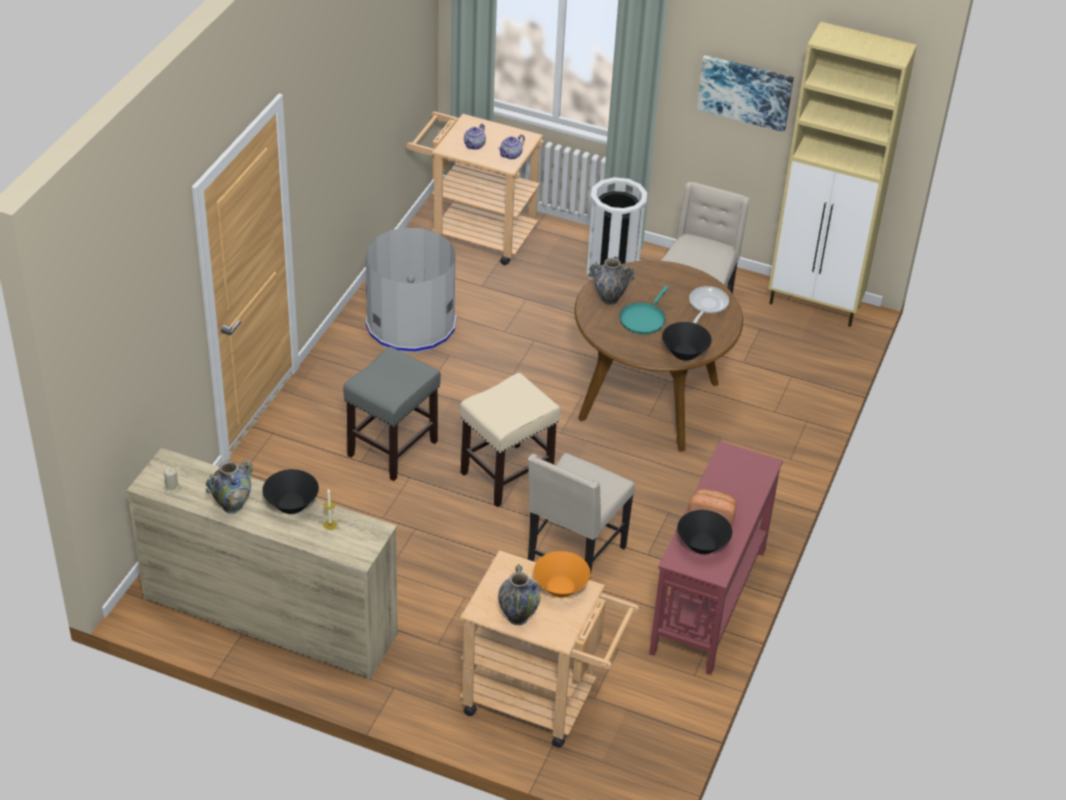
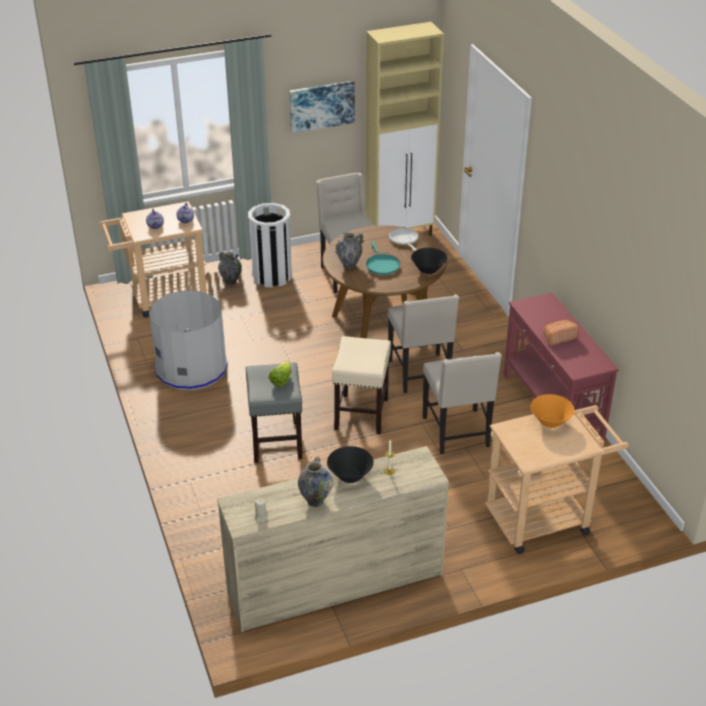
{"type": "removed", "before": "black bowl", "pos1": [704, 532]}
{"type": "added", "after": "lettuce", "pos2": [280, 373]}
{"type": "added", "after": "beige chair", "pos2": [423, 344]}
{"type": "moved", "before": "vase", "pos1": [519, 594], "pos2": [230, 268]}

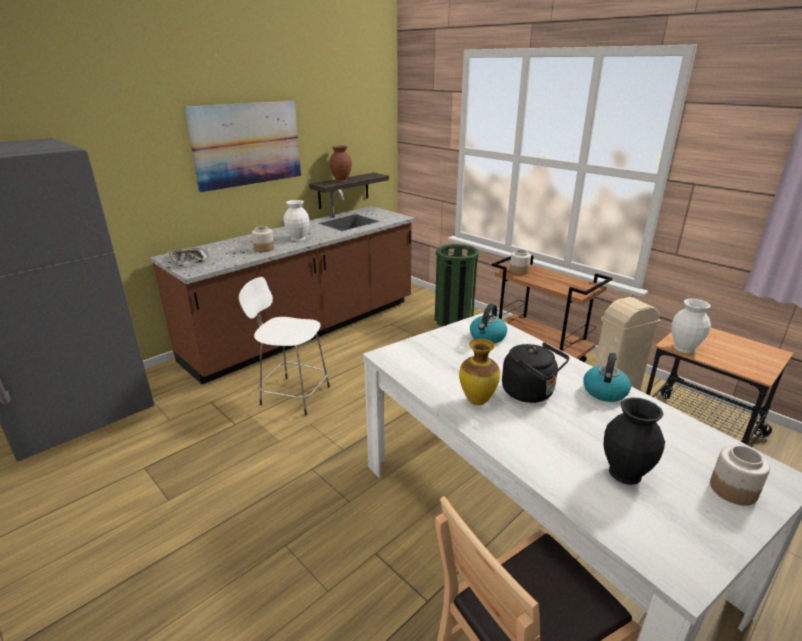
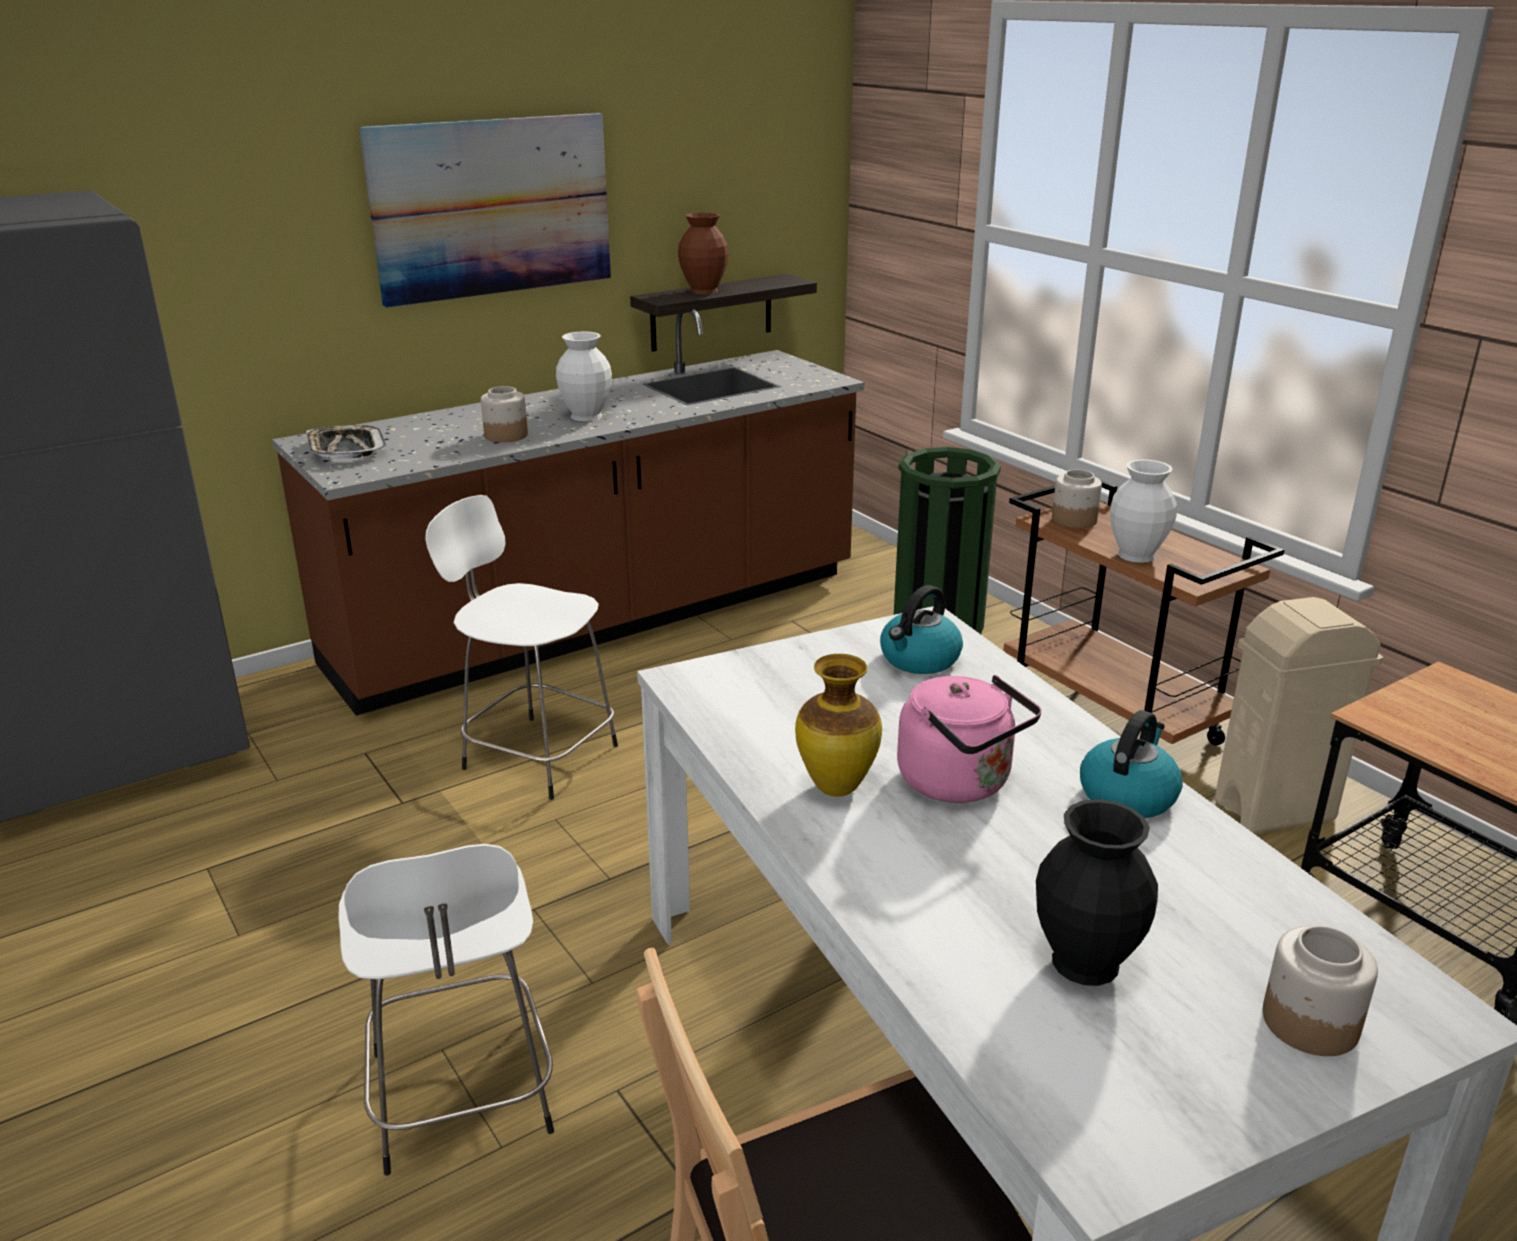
{"type": "added", "after": "white stool", "pos2": [446, 1010]}
{"type": "moved", "before": "white vase", "pos1": [691, 326], "pos2": [1143, 511]}
{"type": "recoloured", "before": "black kettle", "after": "pink kettle", "pos1": [535, 372], "pos2": [969, 739]}

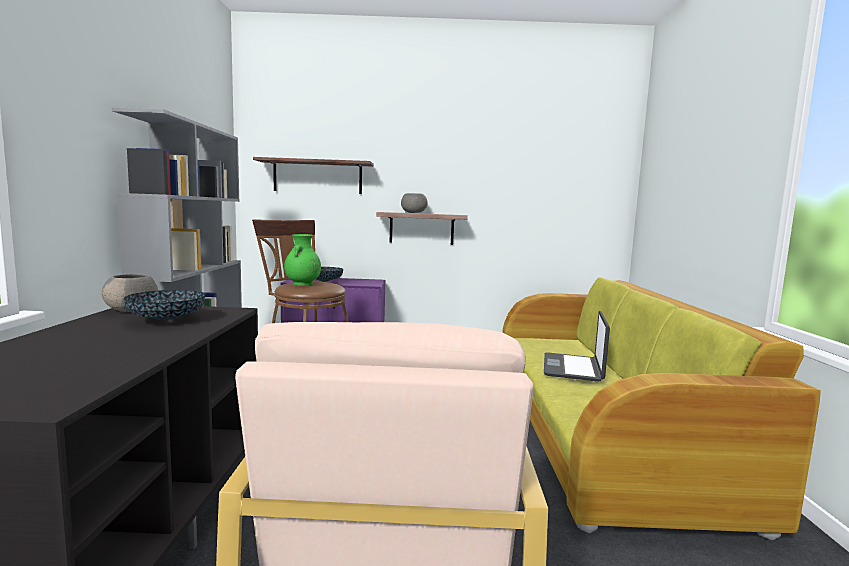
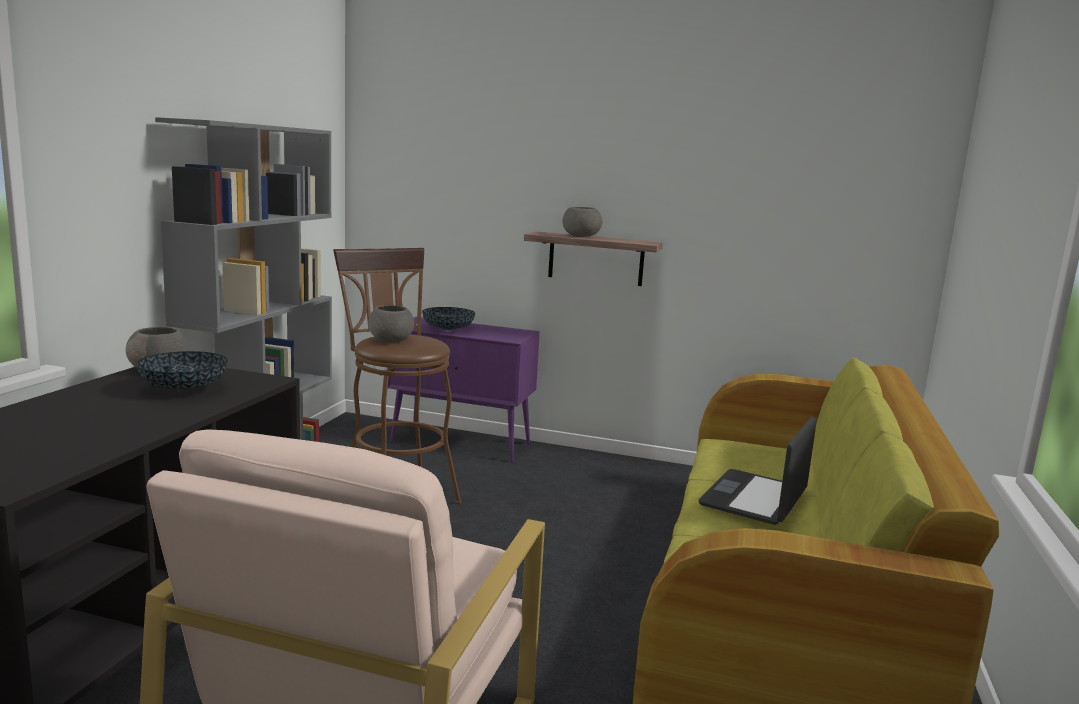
{"type": "removed", "before": "shelf", "pos1": [313, 175]}
{"type": "replaced", "before": "green vase", "after": "grey bowl", "pos1": [302, 260], "pos2": [391, 323]}

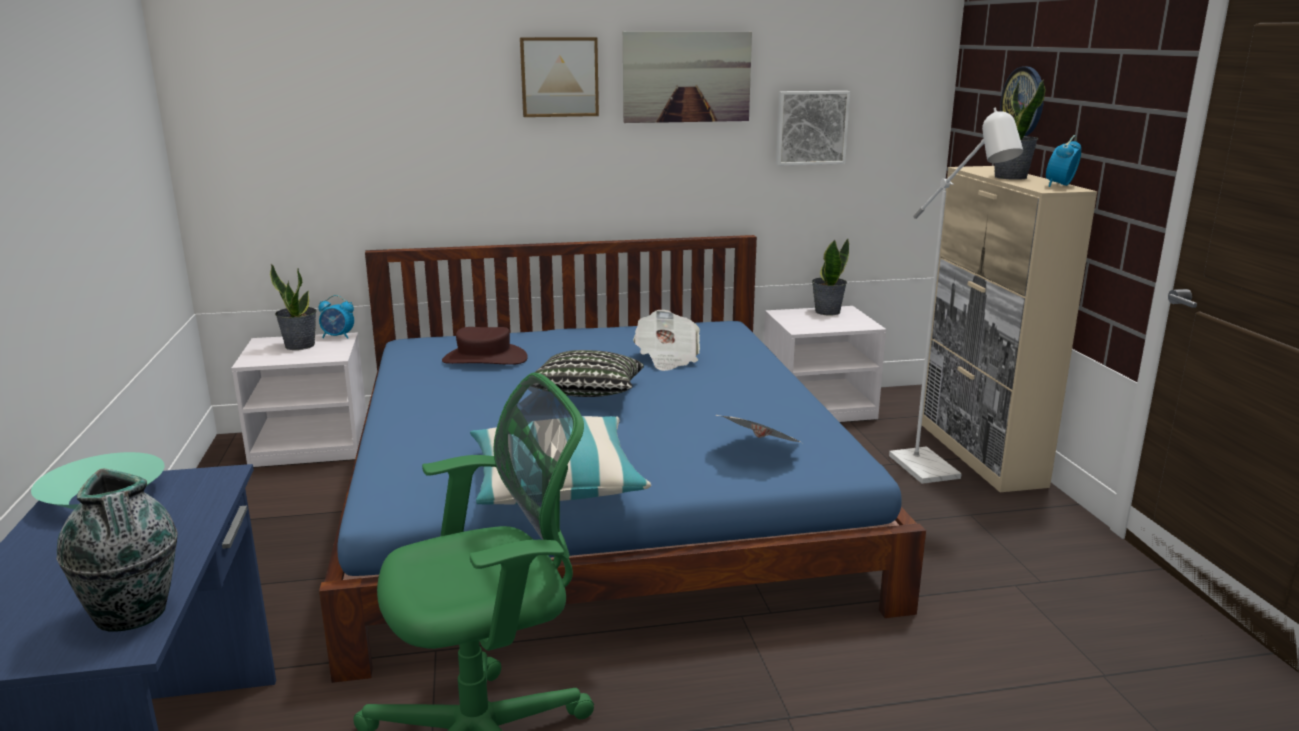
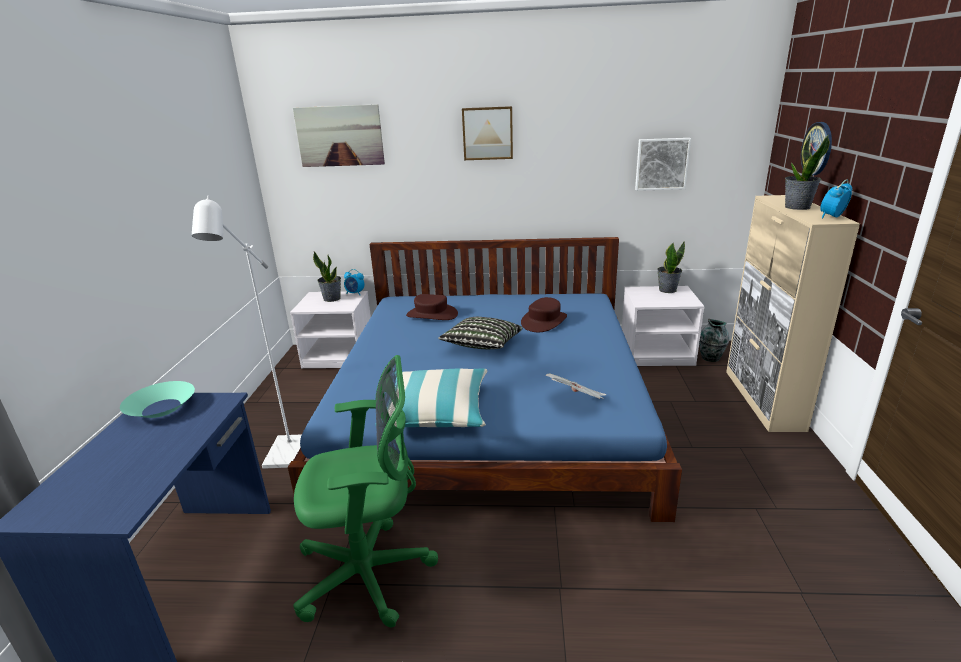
{"type": "moved", "before": "vase", "pos1": [117, 550], "pos2": [714, 340]}
{"type": "moved", "before": "picture", "pos1": [687, 77], "pos2": [339, 135]}
{"type": "moved", "before": "white floor lamp", "pos1": [956, 296], "pos2": [247, 332]}
{"type": "replaced", "before": "newspaper", "after": "brown hat", "pos1": [666, 340], "pos2": [544, 314]}

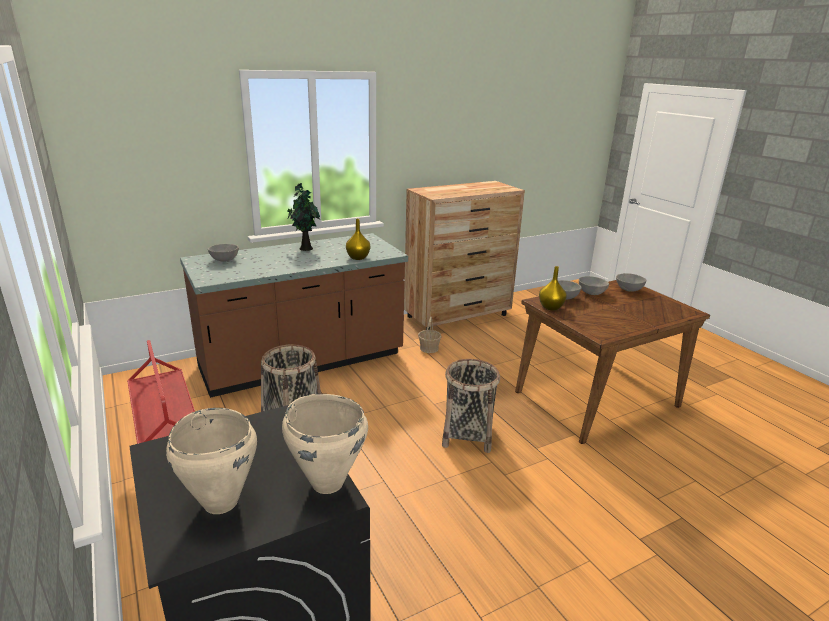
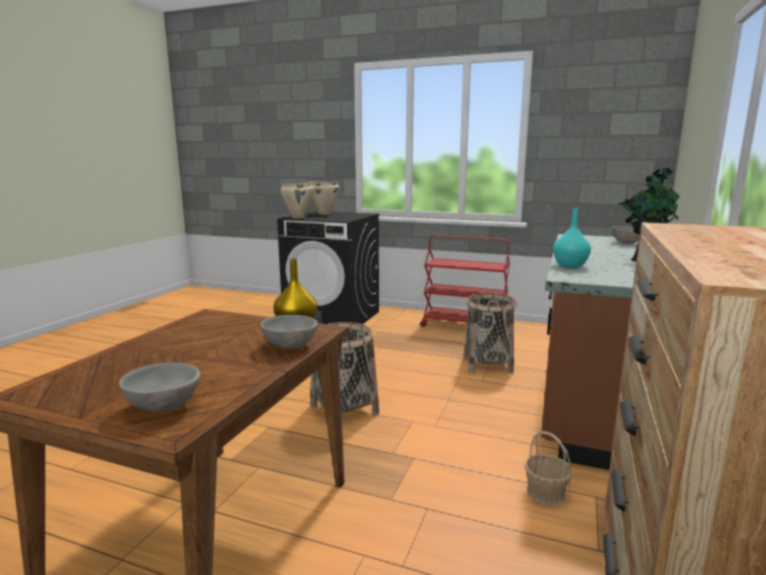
{"type": "removed", "before": "grey bowl", "pos1": [594, 285]}
{"type": "recoloured", "before": "yellow vase", "after": "turquoise vase", "pos1": [358, 239], "pos2": [572, 238]}

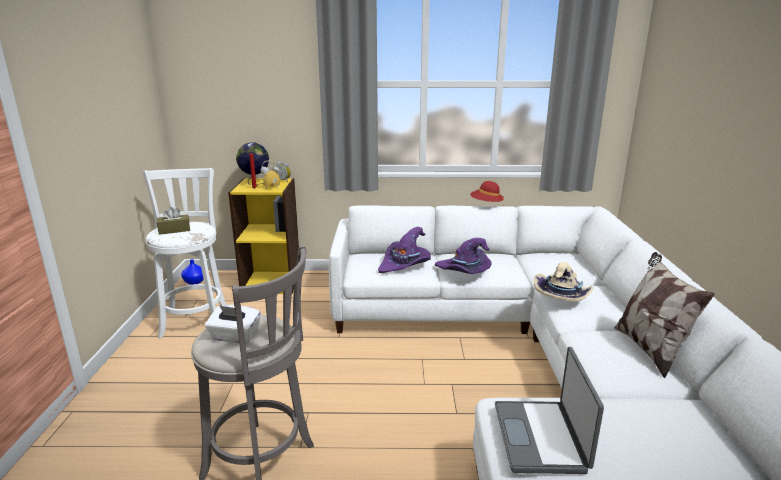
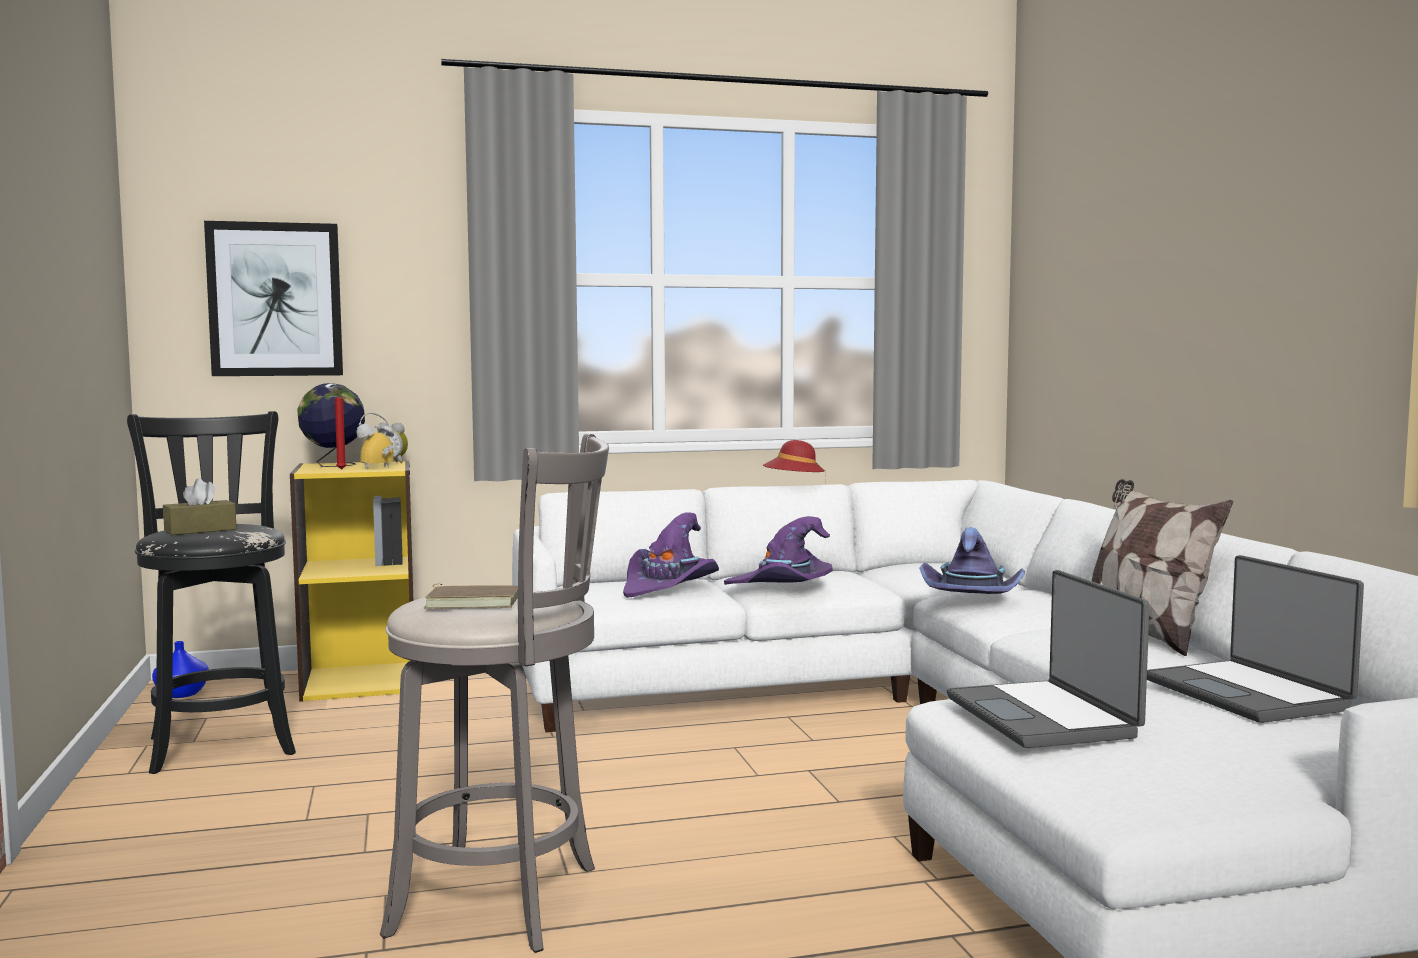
{"type": "added", "after": "picture", "pos2": [273, 298]}
{"type": "added", "after": "laptop", "pos2": [1255, 639]}
{"type": "replaced", "before": "white tissue box", "after": "brown book", "pos1": [233, 324], "pos2": [471, 596]}
{"type": "recoloured", "before": "white stool", "after": "black stool", "pos1": [184, 253], "pos2": [211, 592]}
{"type": "recoloured", "before": "beige hat", "after": "purple hat", "pos1": [563, 282], "pos2": [972, 560]}

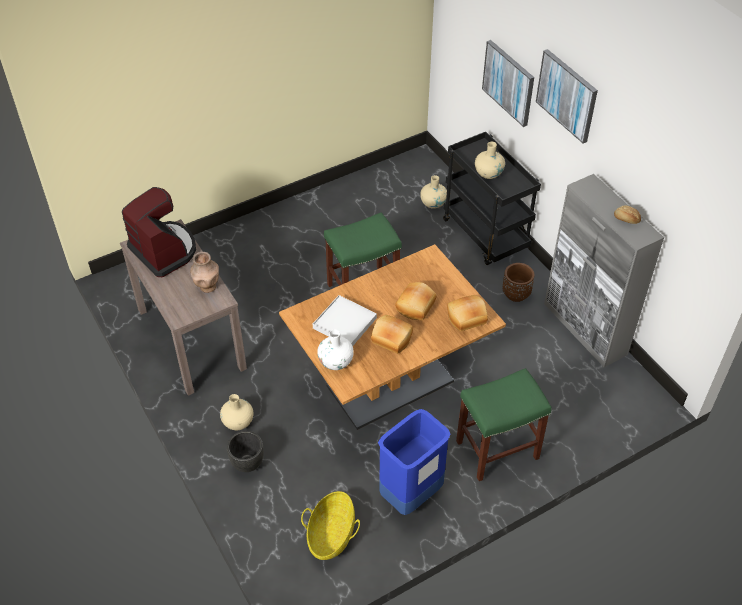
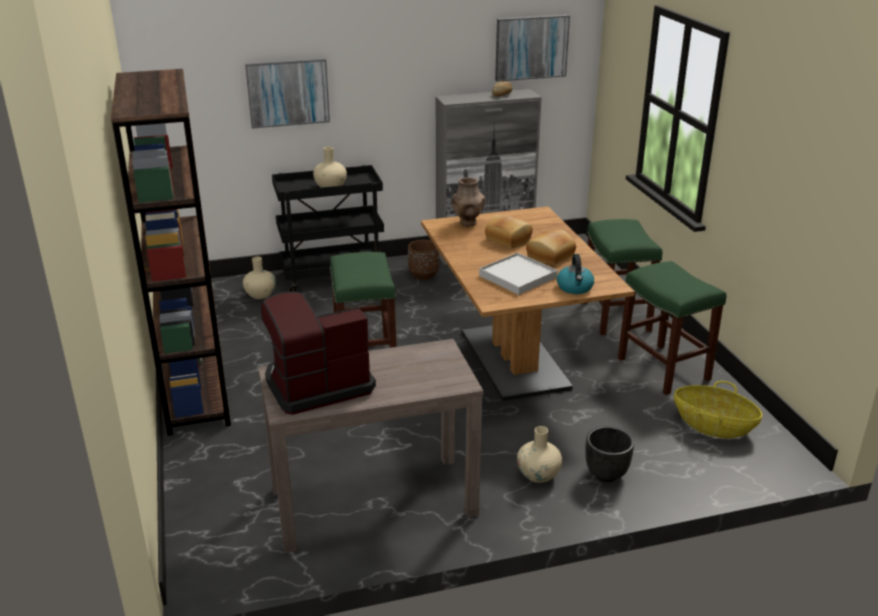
{"type": "removed", "before": "bread", "pos1": [467, 313]}
{"type": "added", "after": "brown bookcase", "pos2": [171, 252]}
{"type": "moved", "before": "brown vase", "pos1": [204, 272], "pos2": [468, 201]}
{"type": "moved", "before": "picture", "pos1": [567, 96], "pos2": [532, 48]}
{"type": "replaced", "before": "white vase", "after": "kettle", "pos1": [335, 349], "pos2": [575, 274]}
{"type": "replaced", "before": "blue trash can", "after": "green stool", "pos1": [414, 462], "pos2": [672, 328]}

